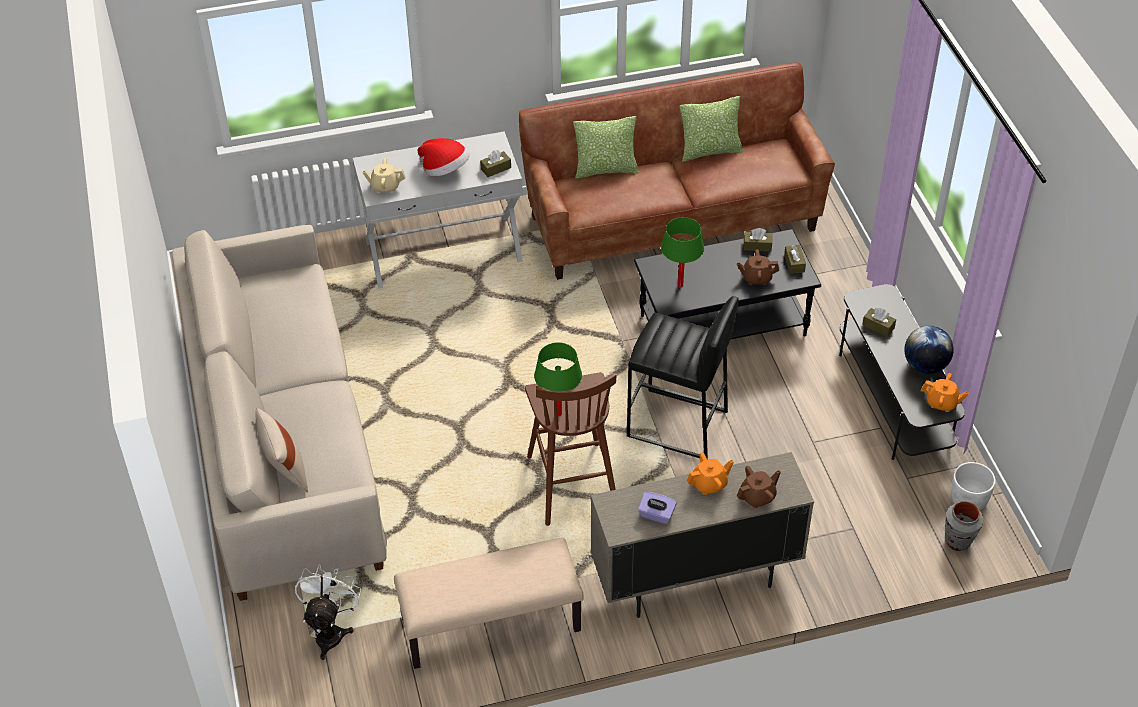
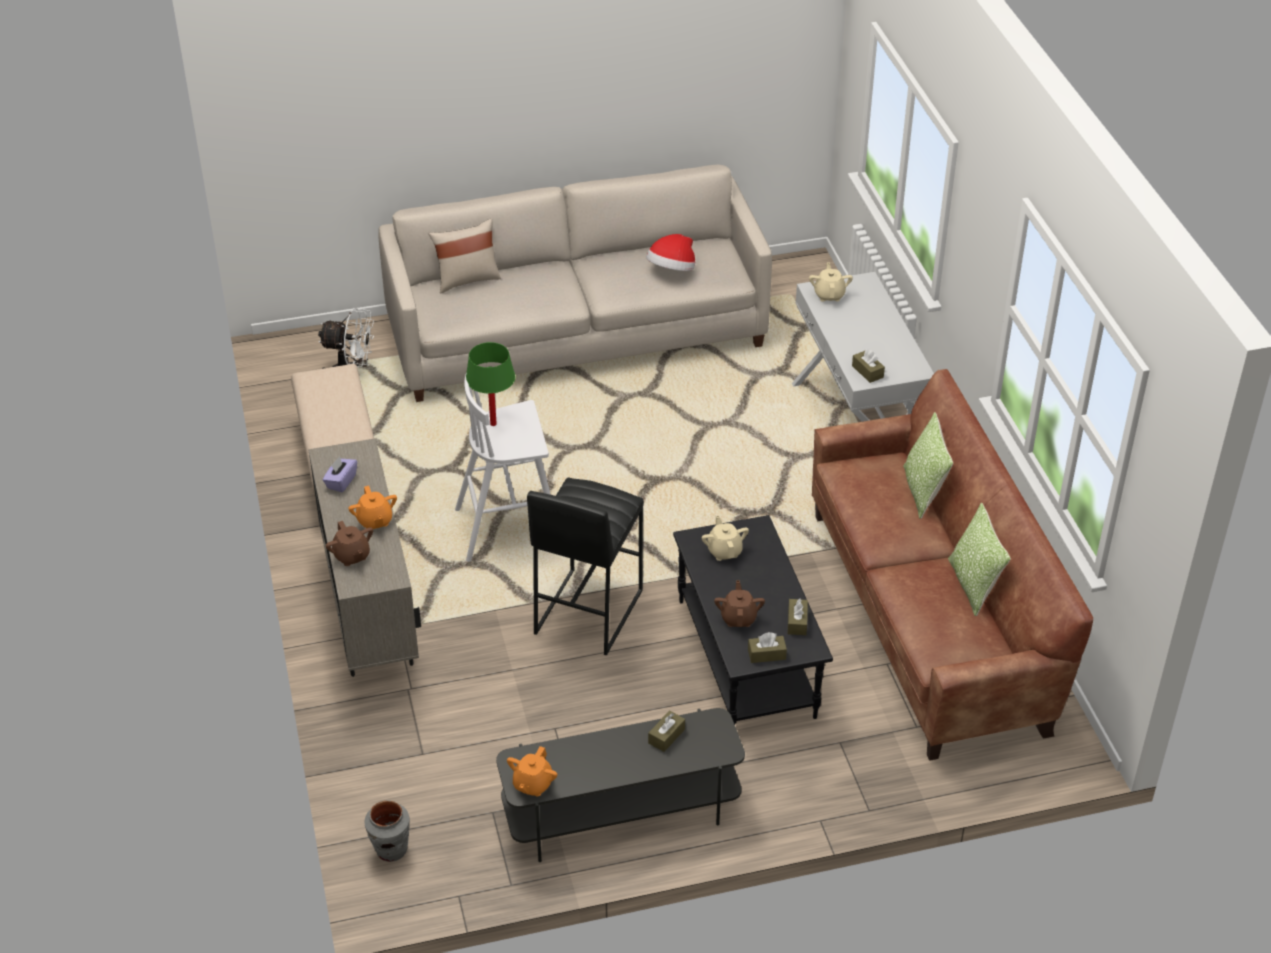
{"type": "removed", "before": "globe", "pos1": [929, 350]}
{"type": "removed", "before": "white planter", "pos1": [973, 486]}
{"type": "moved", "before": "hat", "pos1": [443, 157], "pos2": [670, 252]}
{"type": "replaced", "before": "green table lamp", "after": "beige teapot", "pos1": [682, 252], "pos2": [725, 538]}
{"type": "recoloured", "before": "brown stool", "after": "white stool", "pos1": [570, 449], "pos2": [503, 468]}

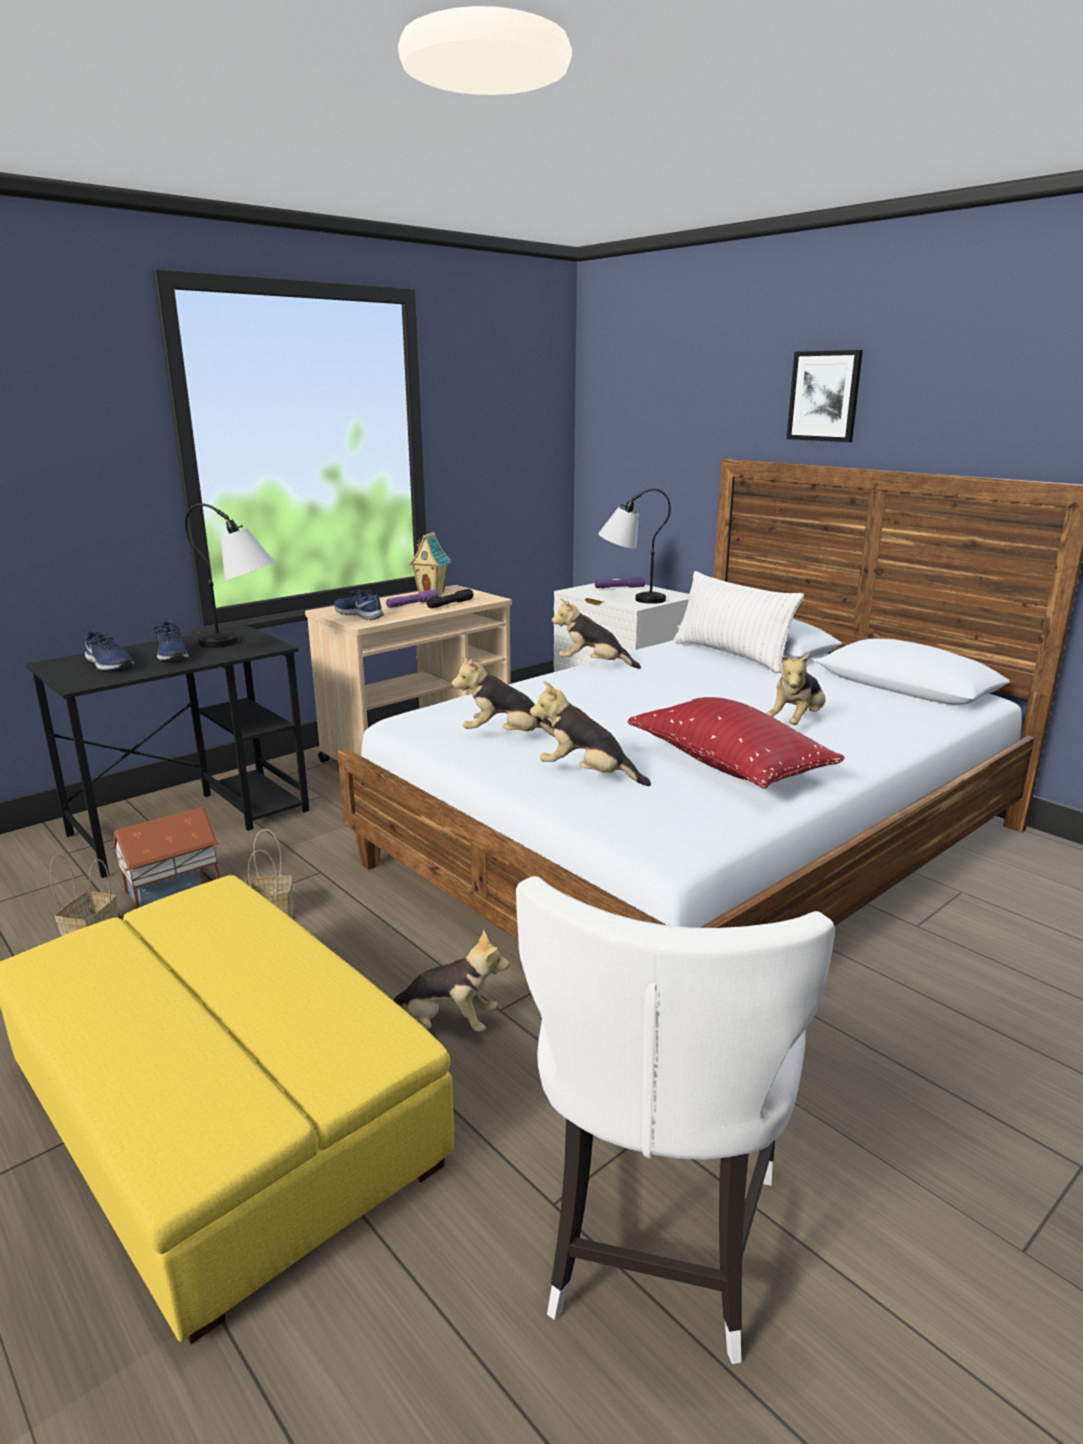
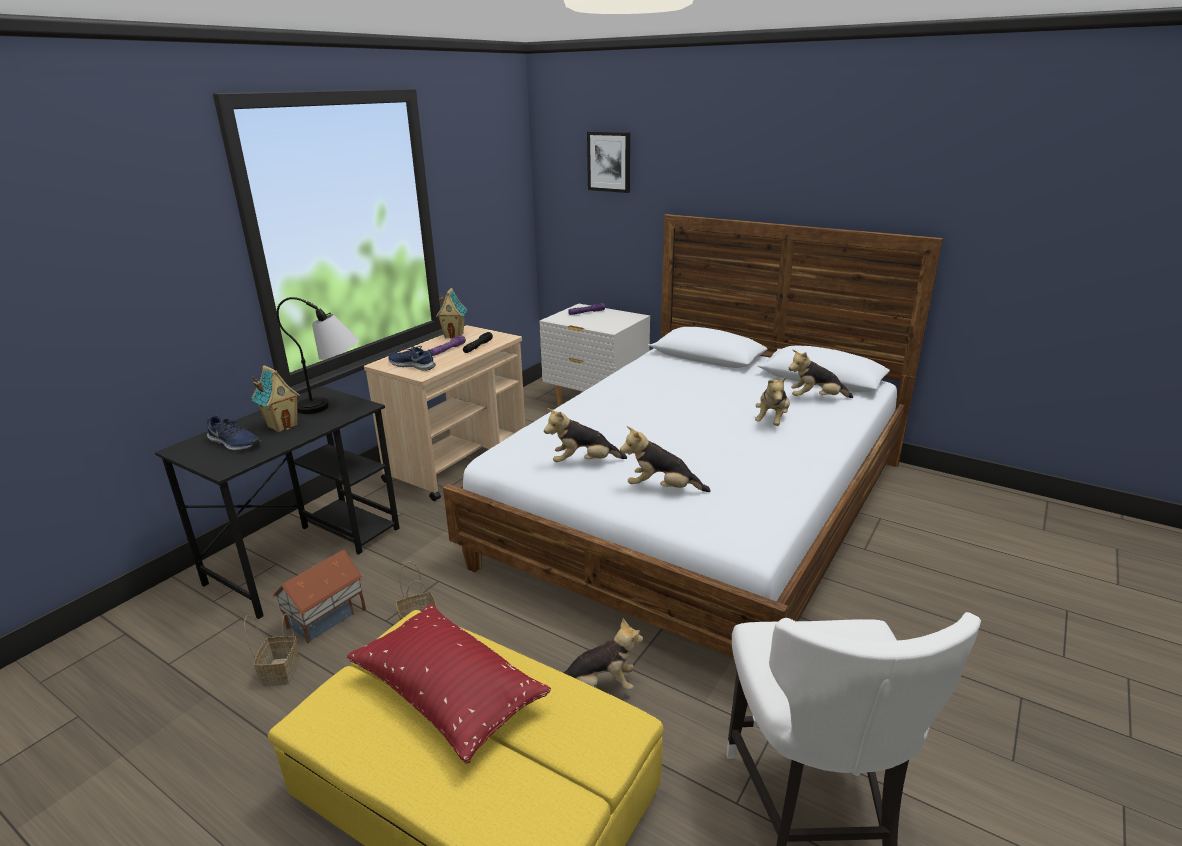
{"type": "removed", "before": "table lamp", "pos1": [634, 546]}
{"type": "removed", "before": "white pillow", "pos1": [739, 622]}
{"type": "moved", "before": "plush toy", "pos1": [596, 633], "pos2": [821, 374]}
{"type": "moved", "before": "red pillow", "pos1": [736, 743], "pos2": [449, 684]}
{"type": "moved", "before": "picture", "pos1": [825, 396], "pos2": [608, 162]}
{"type": "replaced", "before": "blue shoe", "after": "toy house", "pos1": [171, 640], "pos2": [276, 398]}

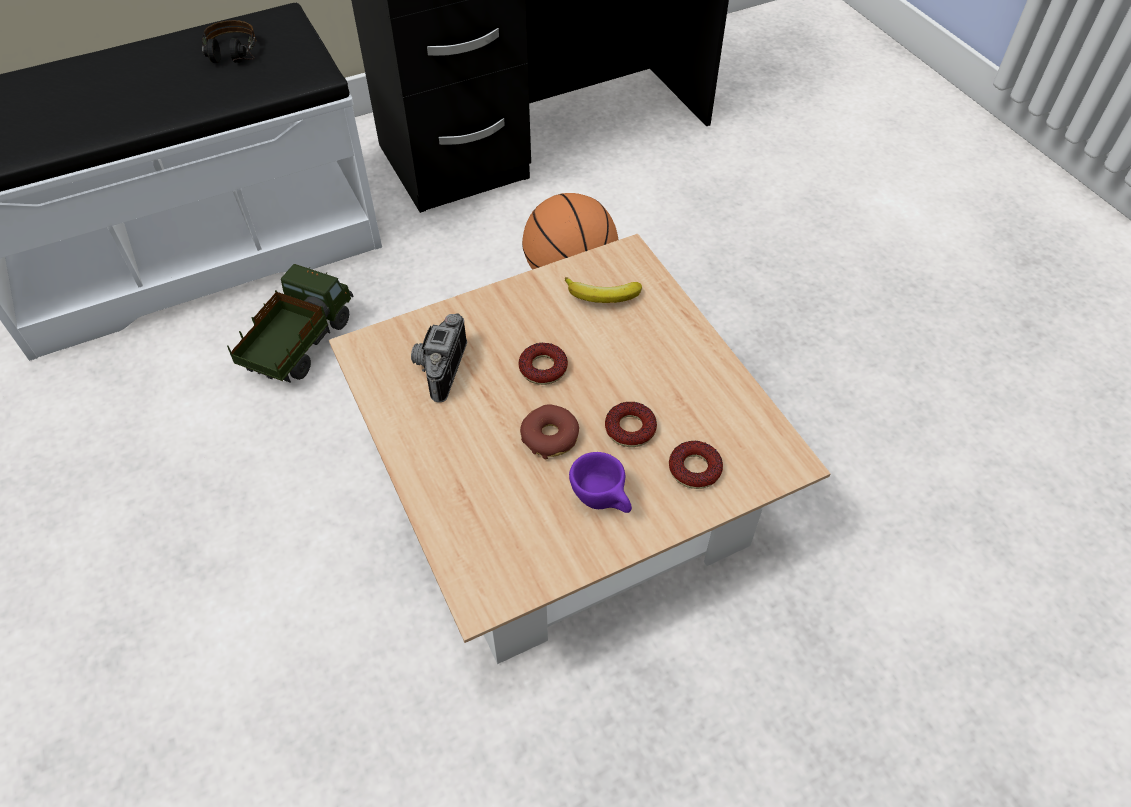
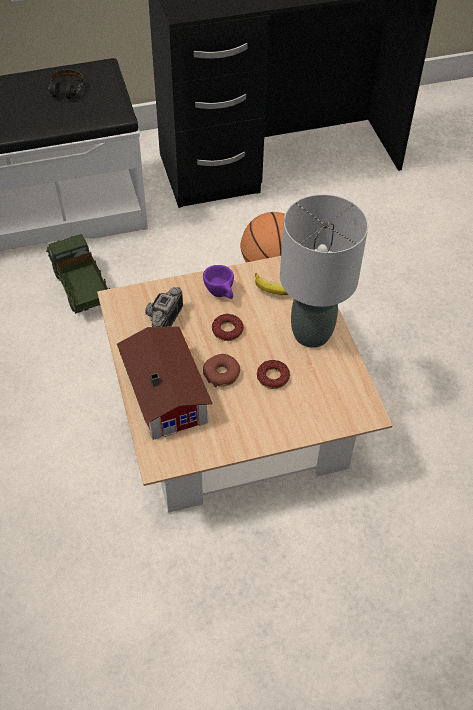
{"type": "removed", "before": "donut", "pos1": [696, 465]}
{"type": "added", "after": "toy house", "pos2": [165, 383]}
{"type": "added", "after": "grey table lamp", "pos2": [324, 271]}
{"type": "moved", "before": "purple cup", "pos1": [600, 482], "pos2": [218, 282]}
{"type": "turned", "before": "toy truck", "pos1": [290, 323], "pos2": [78, 274], "turn": -60}

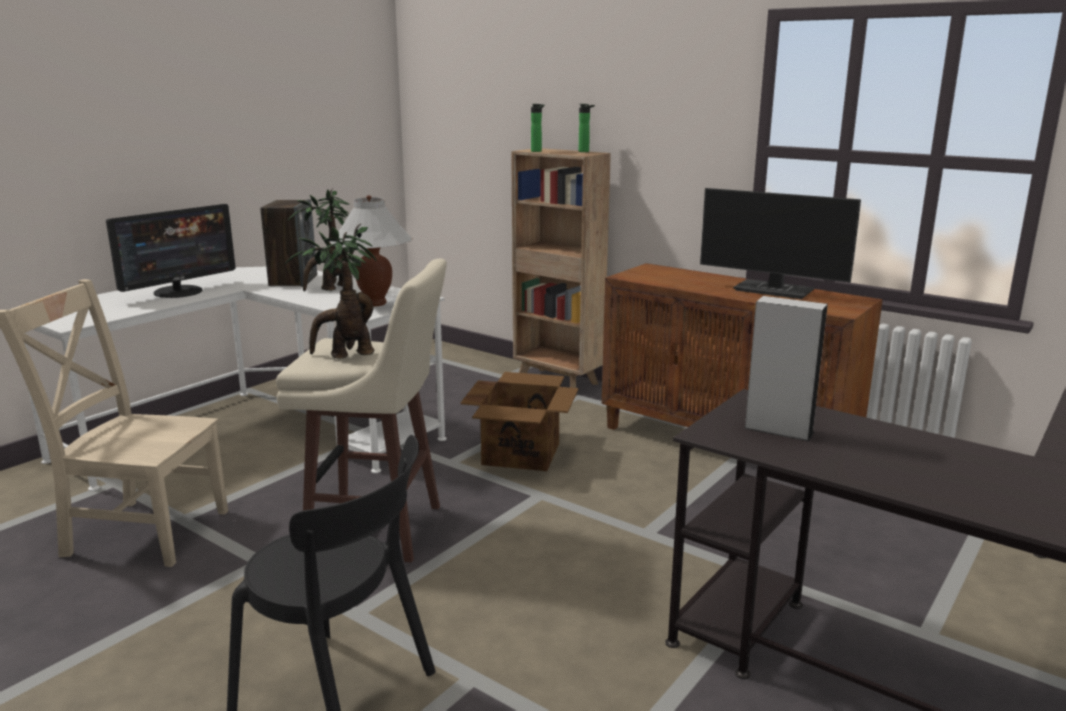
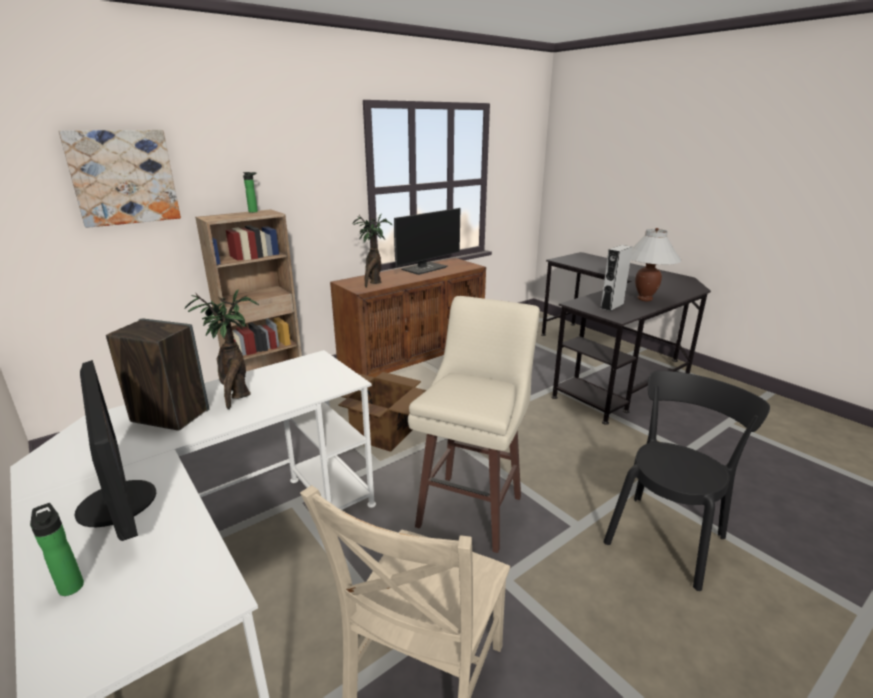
{"type": "added", "after": "picture", "pos2": [120, 179]}
{"type": "moved", "before": "potted plant", "pos1": [331, 291], "pos2": [372, 251]}
{"type": "moved", "before": "white table lamp", "pos1": [371, 250], "pos2": [656, 264]}
{"type": "moved", "before": "bottle", "pos1": [537, 128], "pos2": [57, 549]}

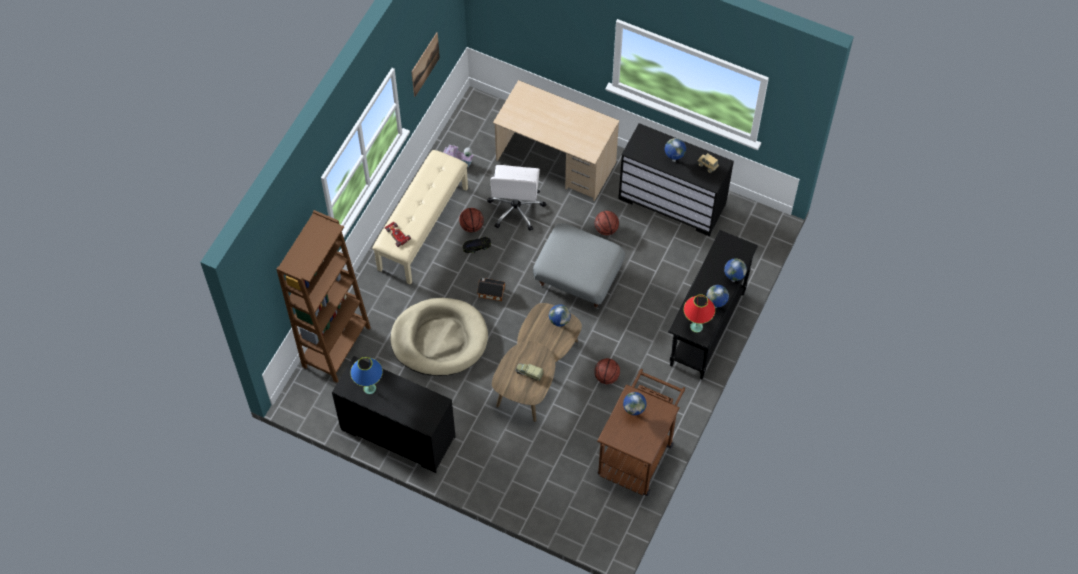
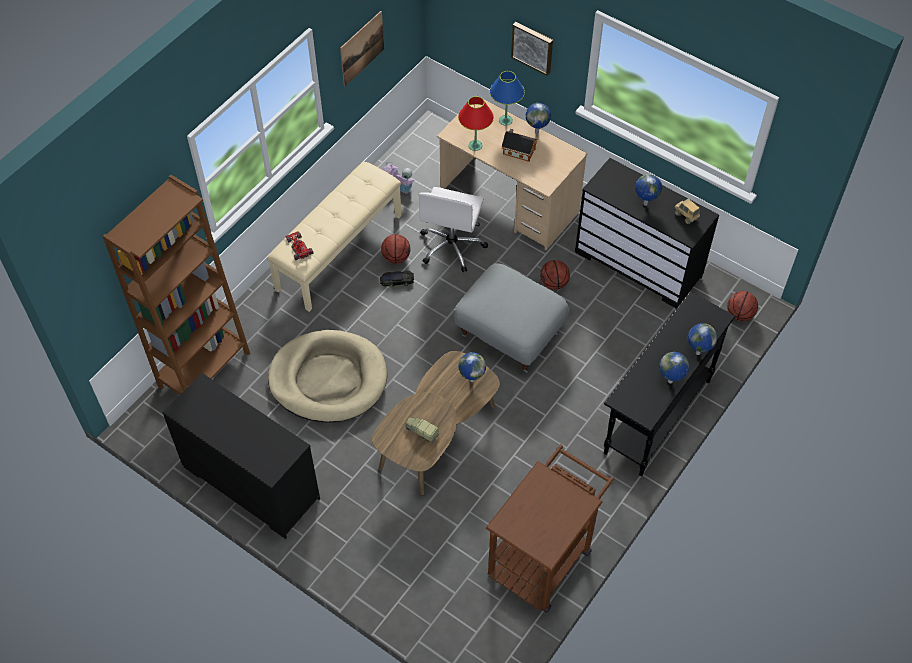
{"type": "added", "after": "picture", "pos2": [532, 49]}
{"type": "moved", "before": "blue table lamp", "pos1": [366, 375], "pos2": [507, 98]}
{"type": "moved", "before": "toy house", "pos1": [491, 289], "pos2": [519, 145]}
{"type": "moved", "before": "basketball", "pos1": [607, 371], "pos2": [742, 306]}
{"type": "moved", "before": "globe", "pos1": [635, 403], "pos2": [538, 118]}
{"type": "moved", "before": "red table lamp", "pos1": [699, 313], "pos2": [476, 123]}

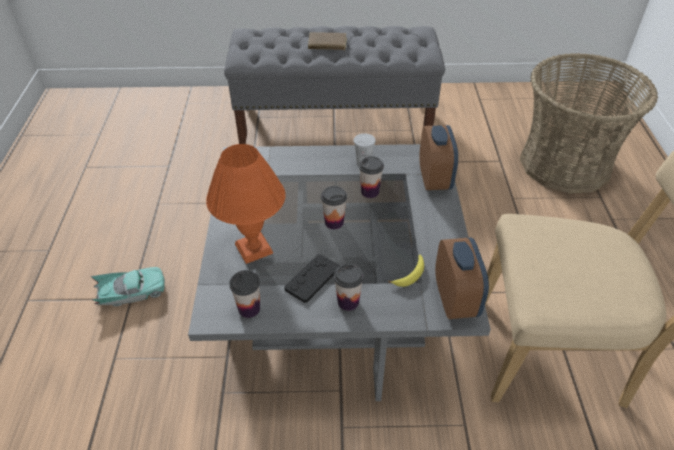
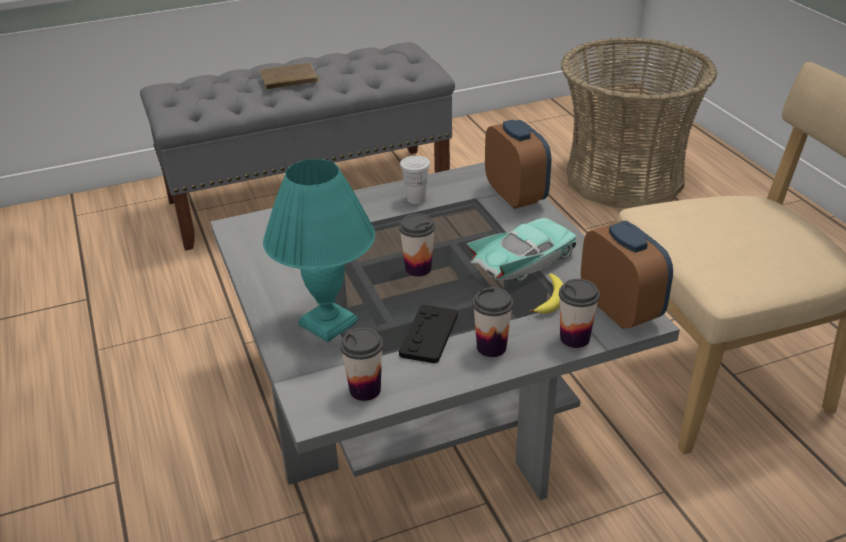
{"type": "moved", "before": "turquoise toy car", "pos1": [127, 287], "pos2": [521, 250]}
{"type": "moved", "before": "cup", "pos1": [371, 177], "pos2": [579, 313]}
{"type": "recoloured", "before": "orange table lamp", "after": "turquoise table lamp", "pos1": [246, 204], "pos2": [319, 250]}

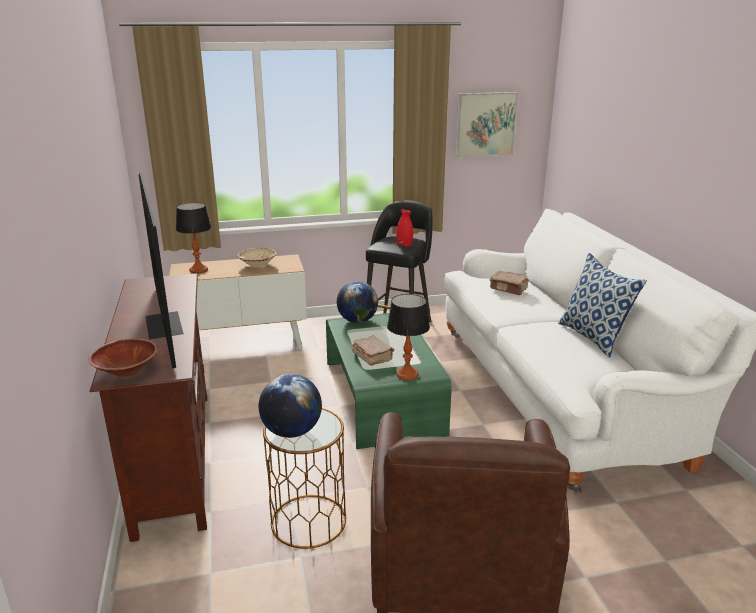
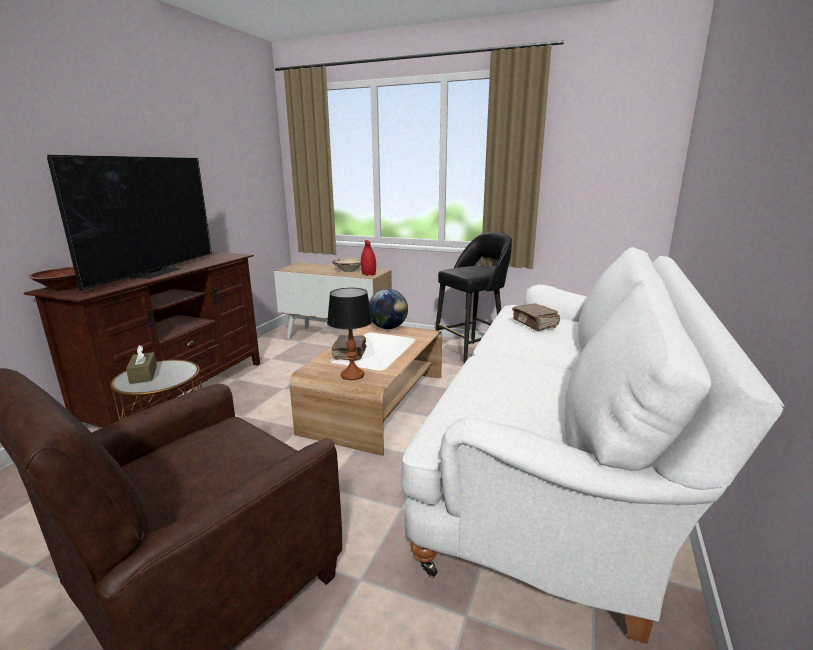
{"type": "removed", "before": "table lamp", "pos1": [193, 238]}
{"type": "removed", "before": "picture", "pos1": [486, 125]}
{"type": "removed", "before": "pillow", "pos1": [602, 305]}
{"type": "moved", "before": "red vase", "pos1": [404, 228], "pos2": [368, 258]}
{"type": "replaced", "before": "globe", "after": "brown tissue box", "pos1": [290, 406], "pos2": [141, 364]}
{"type": "recoloured", "before": "green coffee table", "after": "brown coffee table", "pos1": [389, 381], "pos2": [365, 389]}

